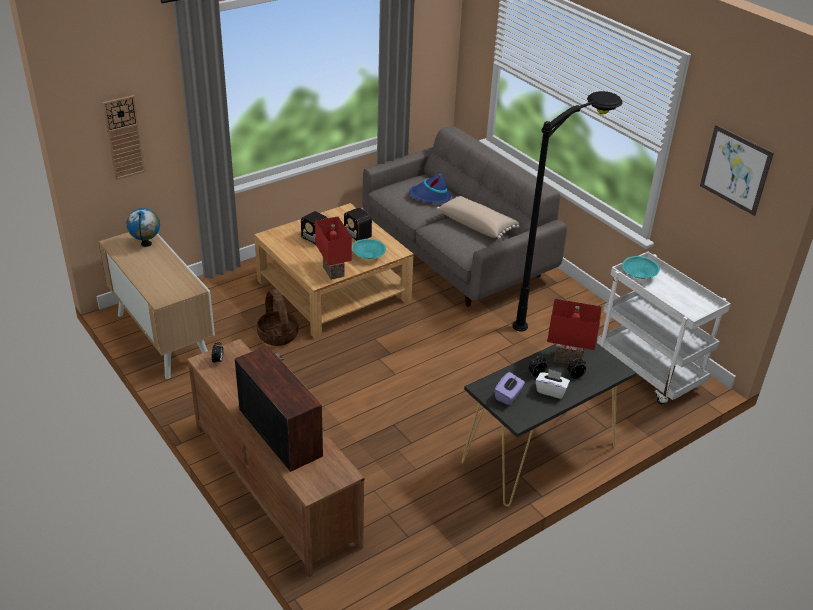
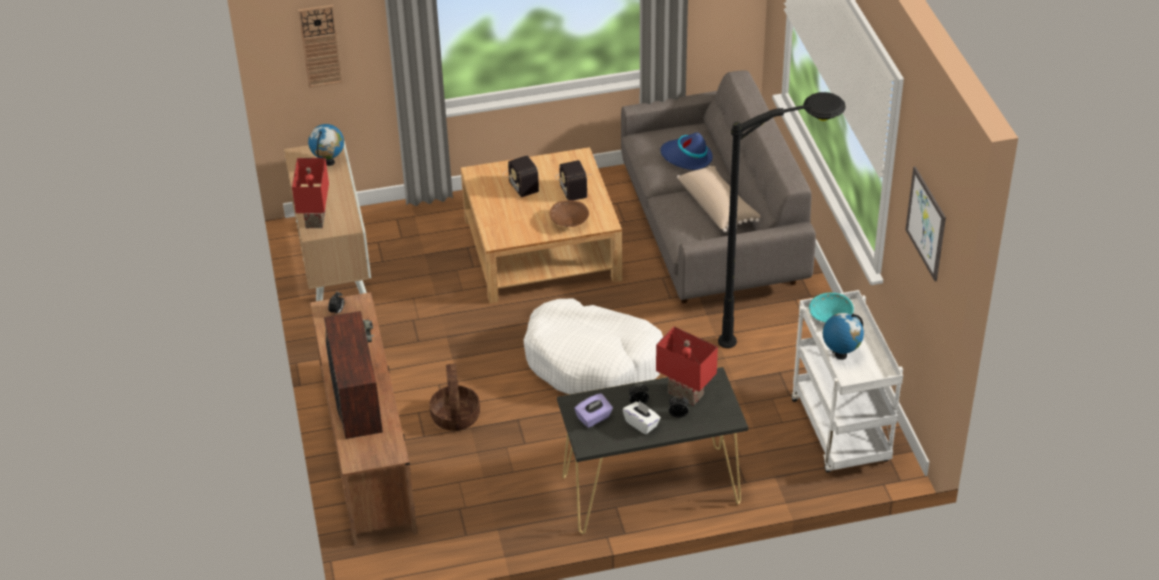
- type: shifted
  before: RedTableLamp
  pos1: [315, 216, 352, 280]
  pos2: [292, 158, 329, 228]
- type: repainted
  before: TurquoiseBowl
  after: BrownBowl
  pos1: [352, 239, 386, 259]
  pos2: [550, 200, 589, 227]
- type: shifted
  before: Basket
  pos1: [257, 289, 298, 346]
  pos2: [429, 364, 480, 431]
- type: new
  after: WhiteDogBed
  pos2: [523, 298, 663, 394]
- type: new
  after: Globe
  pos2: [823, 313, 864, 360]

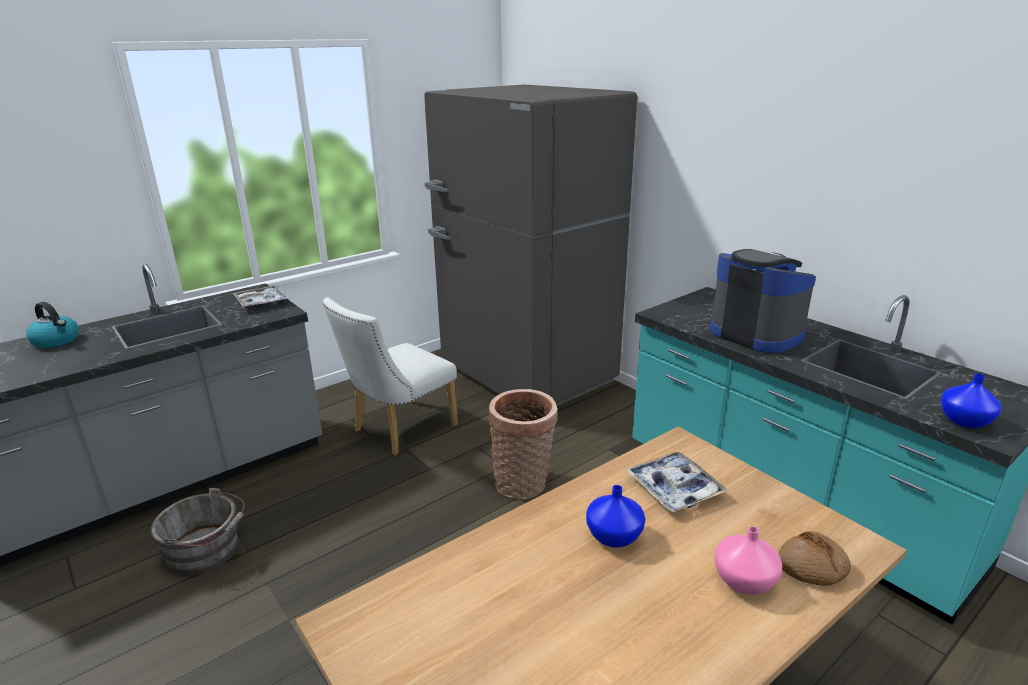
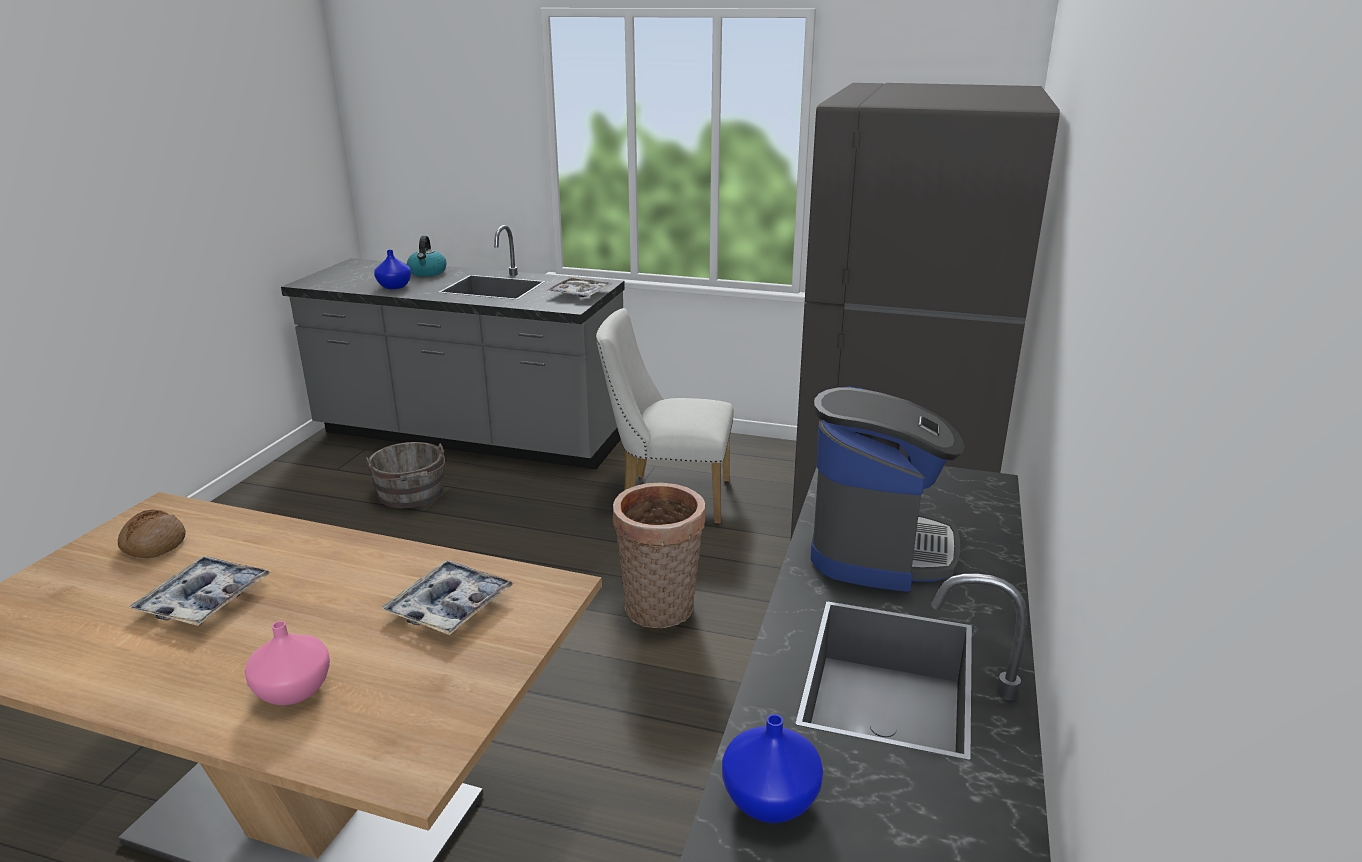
- type: shifted
  before: BlueVase
  pos1: [586, 485, 645, 548]
  pos2: [374, 250, 411, 289]
- type: shifted
  before: Bread
  pos1: [778, 531, 851, 586]
  pos2: [118, 510, 186, 558]
- type: new
  after: Tray
  pos2: [129, 556, 272, 626]

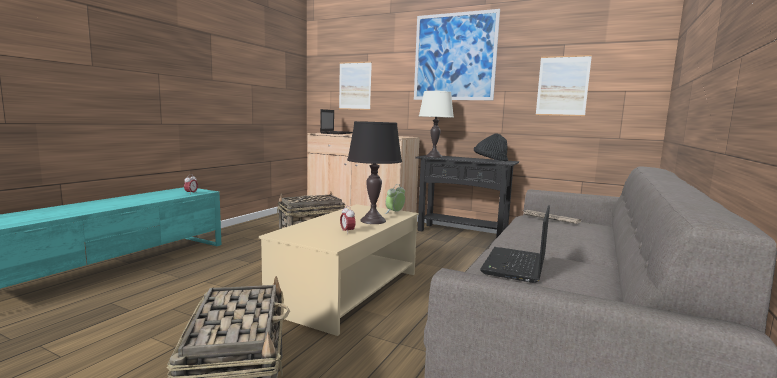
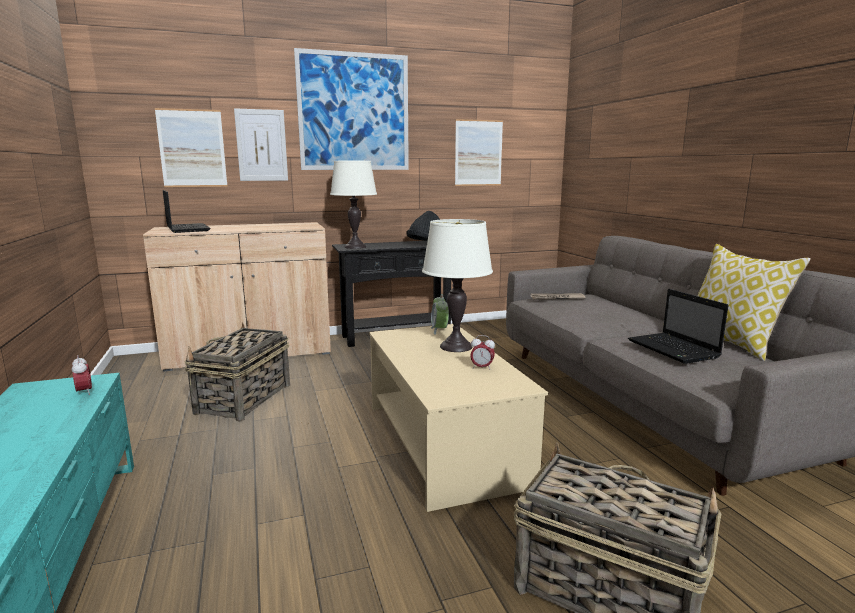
- type: repainted
  before: BlackTableLamp
  after: WhiteTableLamp
  pos1: [347, 121, 402, 224]
  pos2: [422, 219, 493, 352]
- type: new
  after: Picture
  pos2: [234, 108, 288, 181]
- type: new
  after: Pillow
  pos2: [698, 244, 811, 361]

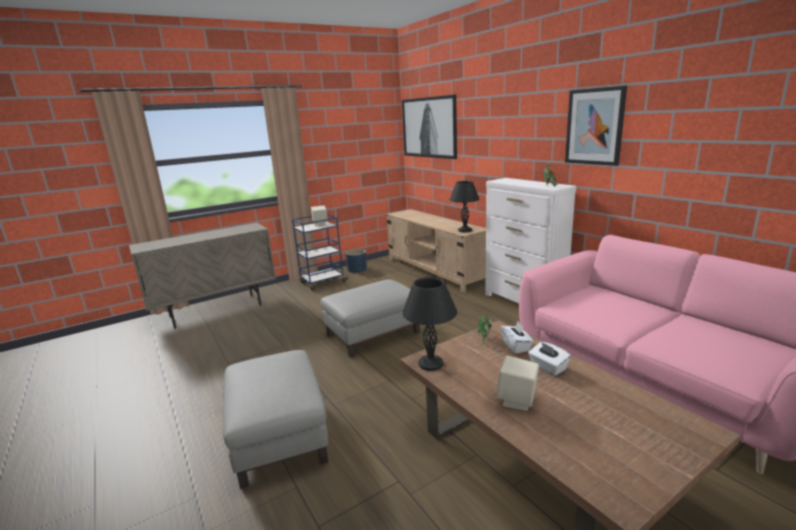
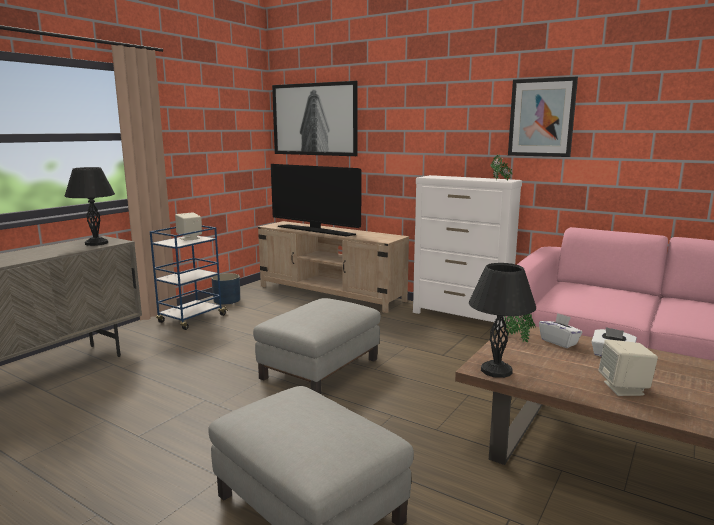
- type: shifted
  before: BlackTableLamp
  pos1: [450, 181, 479, 232]
  pos2: [65, 167, 115, 246]
- type: new
  after: Television
  pos2: [271, 164, 361, 237]

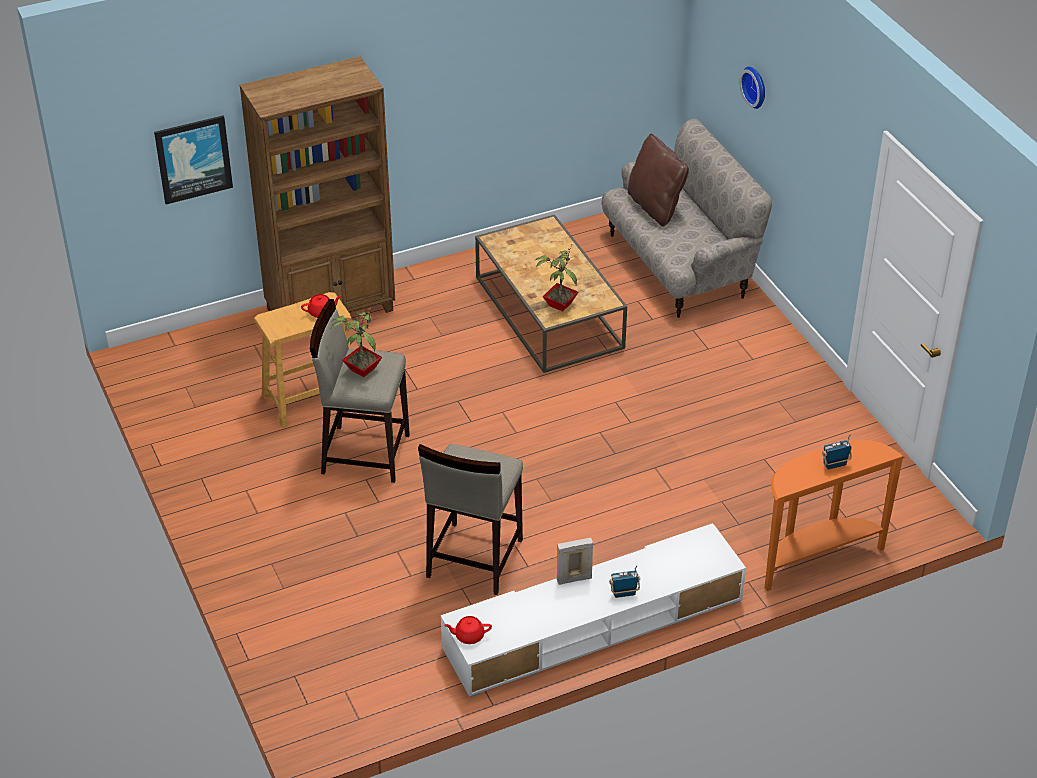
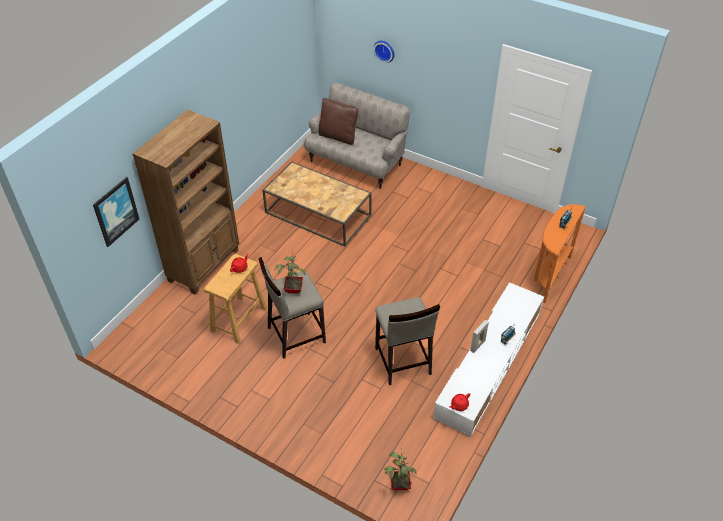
- type: shifted
  before: PottedPlant
  pos1: [535, 245, 579, 312]
  pos2: [385, 448, 417, 490]

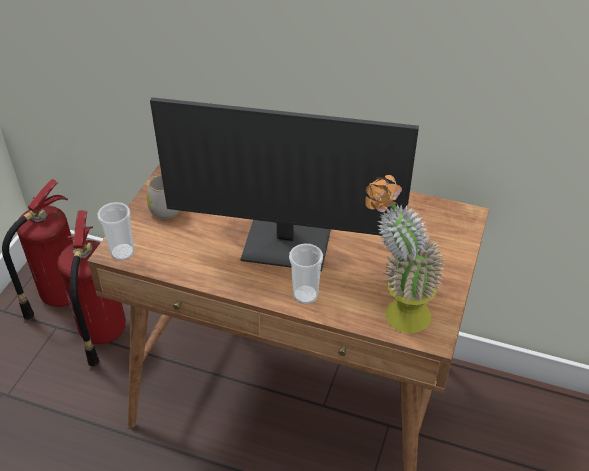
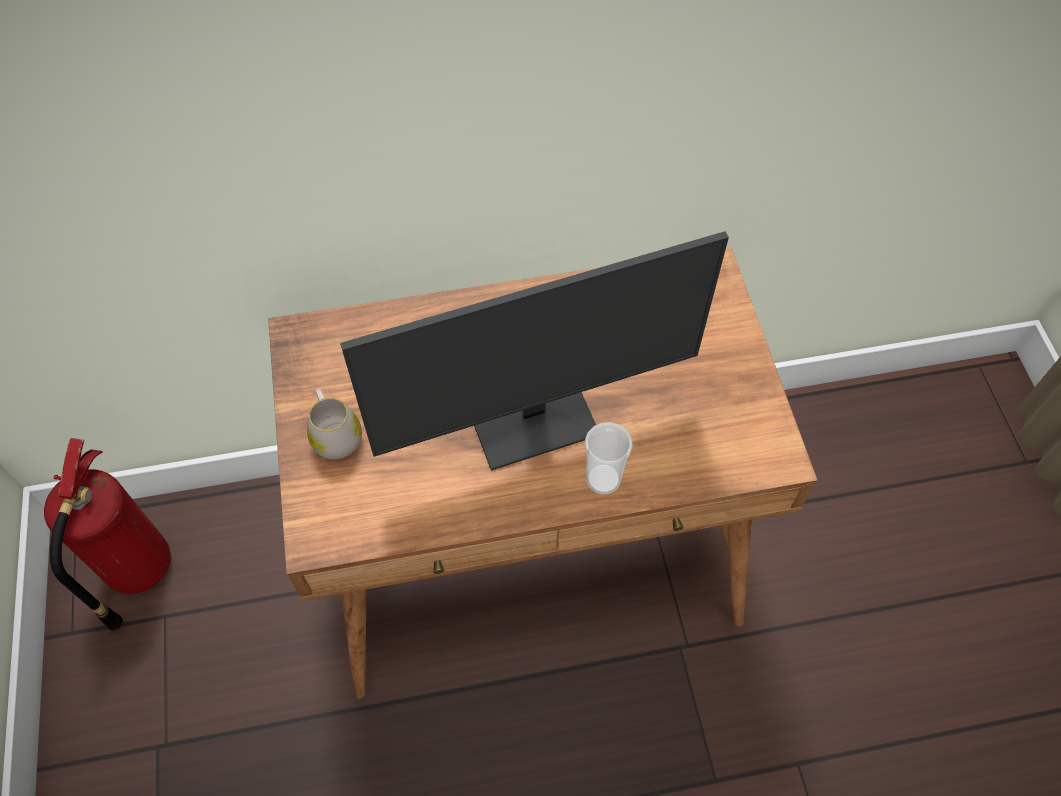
- type: gone
  before: PottedPlant
  pos1: [365, 175, 445, 333]
- type: gone
  before: Cup
  pos1: [98, 202, 135, 261]
- type: gone
  before: FireExtinguisher
  pos1: [58, 211, 126, 367]

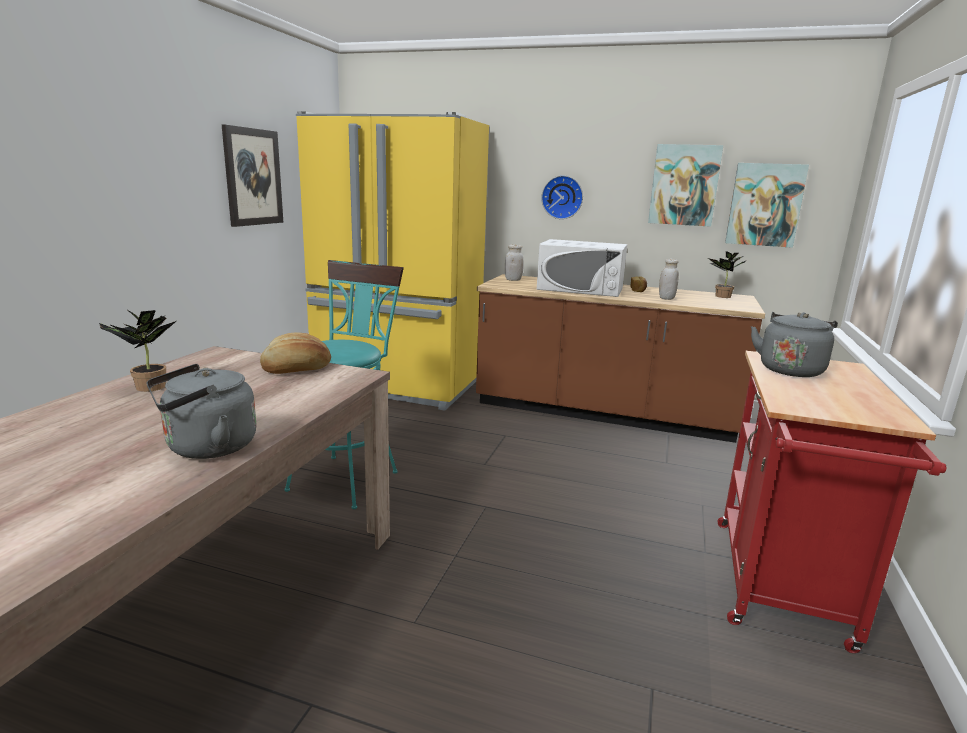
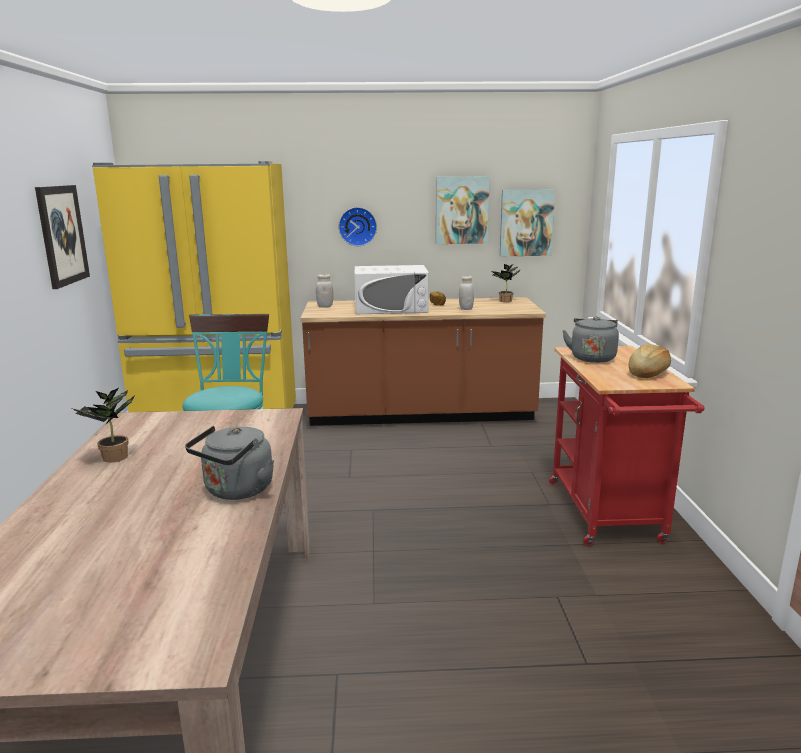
- type: shifted
  before: Bread
  pos1: [260, 333, 331, 374]
  pos2: [628, 344, 671, 378]

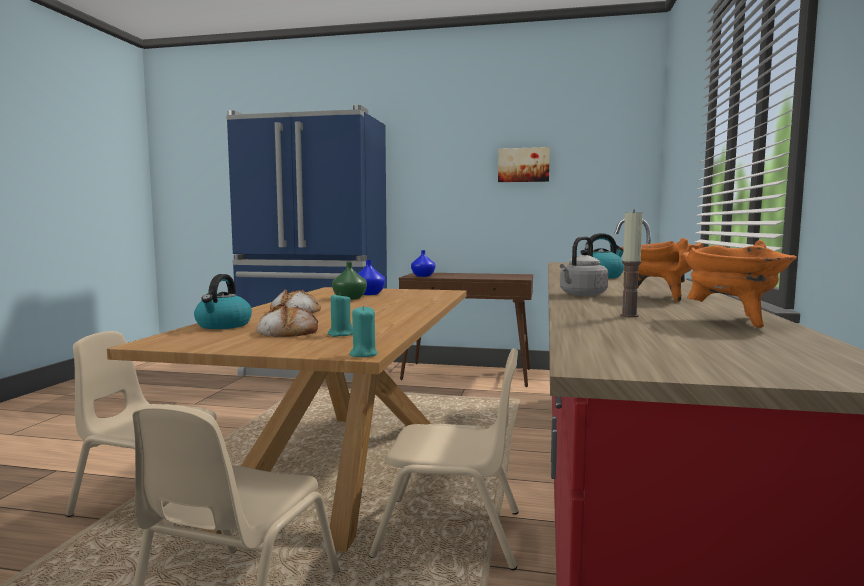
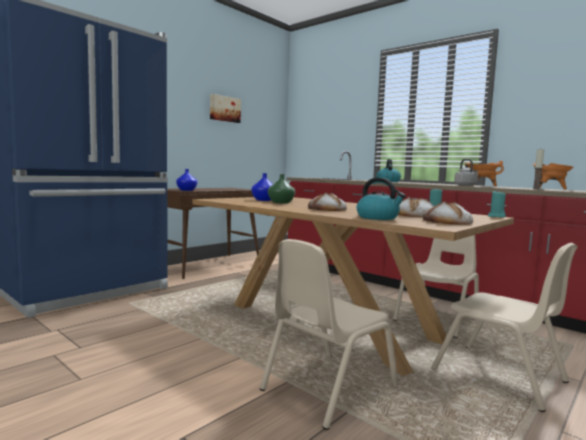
- type: new
  after: Bread
  pos2: [423, 201, 473, 225]

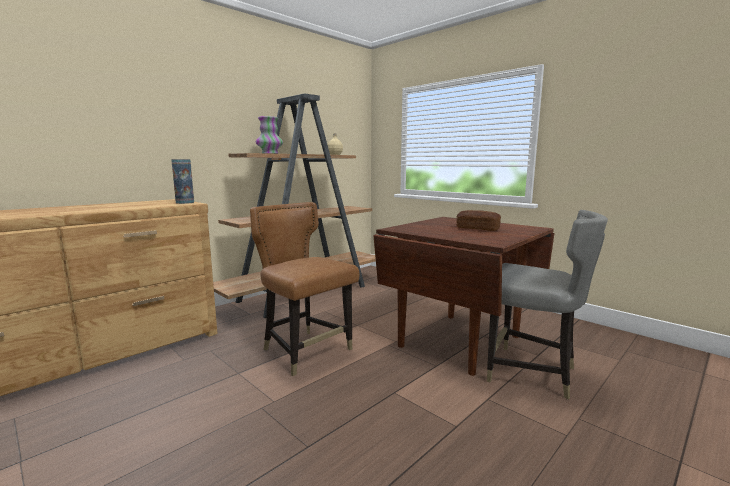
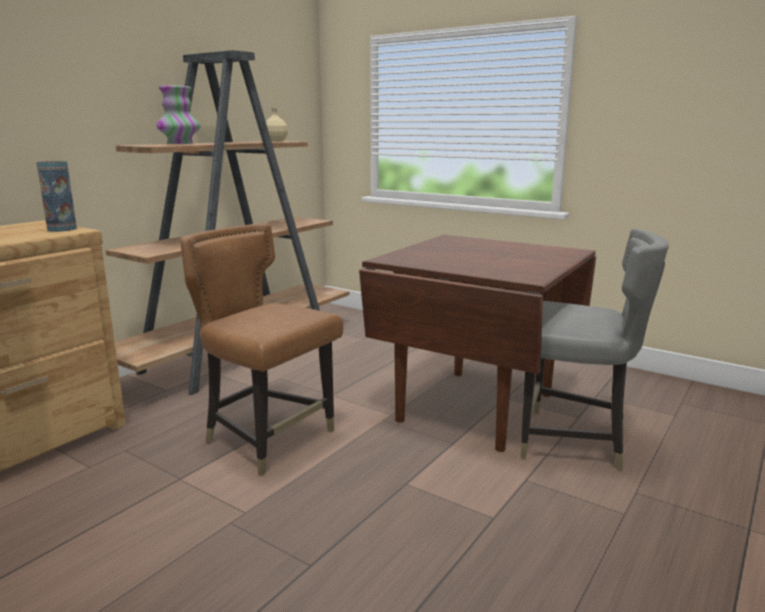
- type: gone
  before: Bread
  pos1: [457, 210, 501, 231]

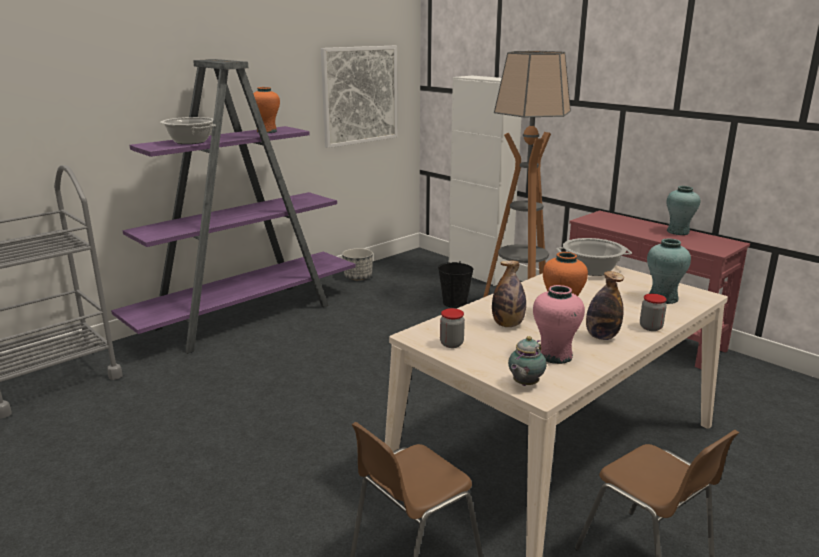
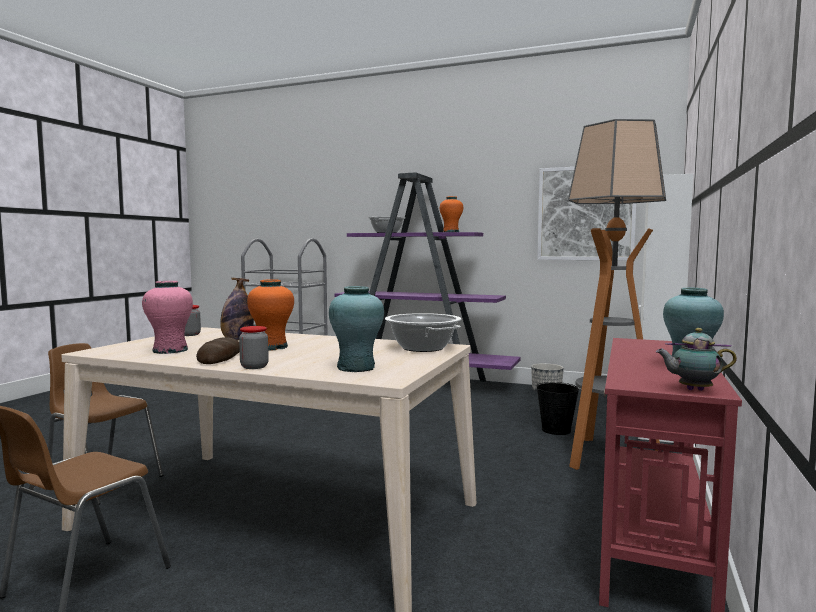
- type: swapped
  before: Bottle
  after: Bread
  pos1: [586, 271, 624, 340]
  pos2: [196, 338, 240, 364]
- type: shifted
  before: Teapot
  pos1: [508, 336, 547, 386]
  pos2: [656, 328, 737, 391]

